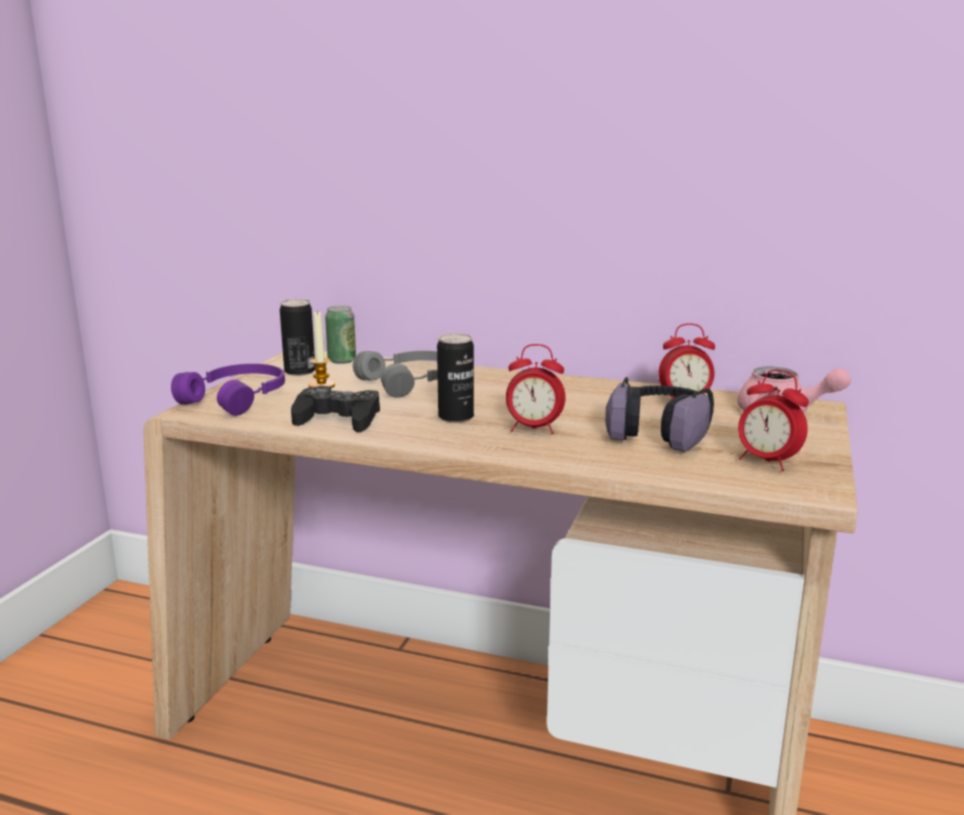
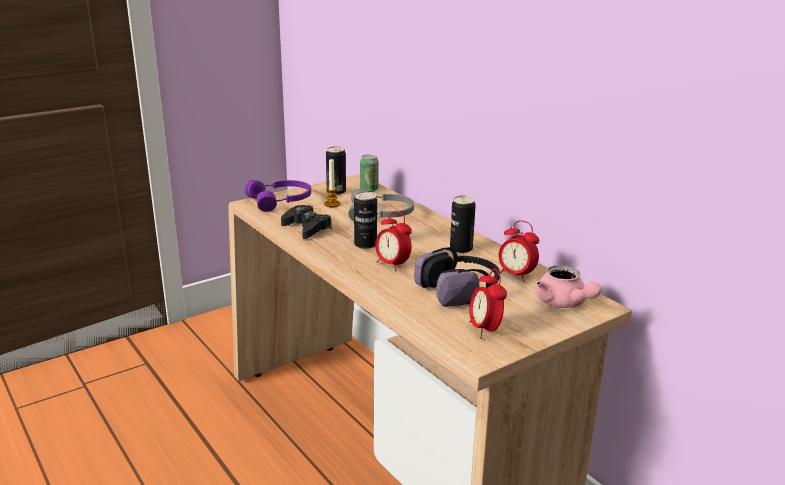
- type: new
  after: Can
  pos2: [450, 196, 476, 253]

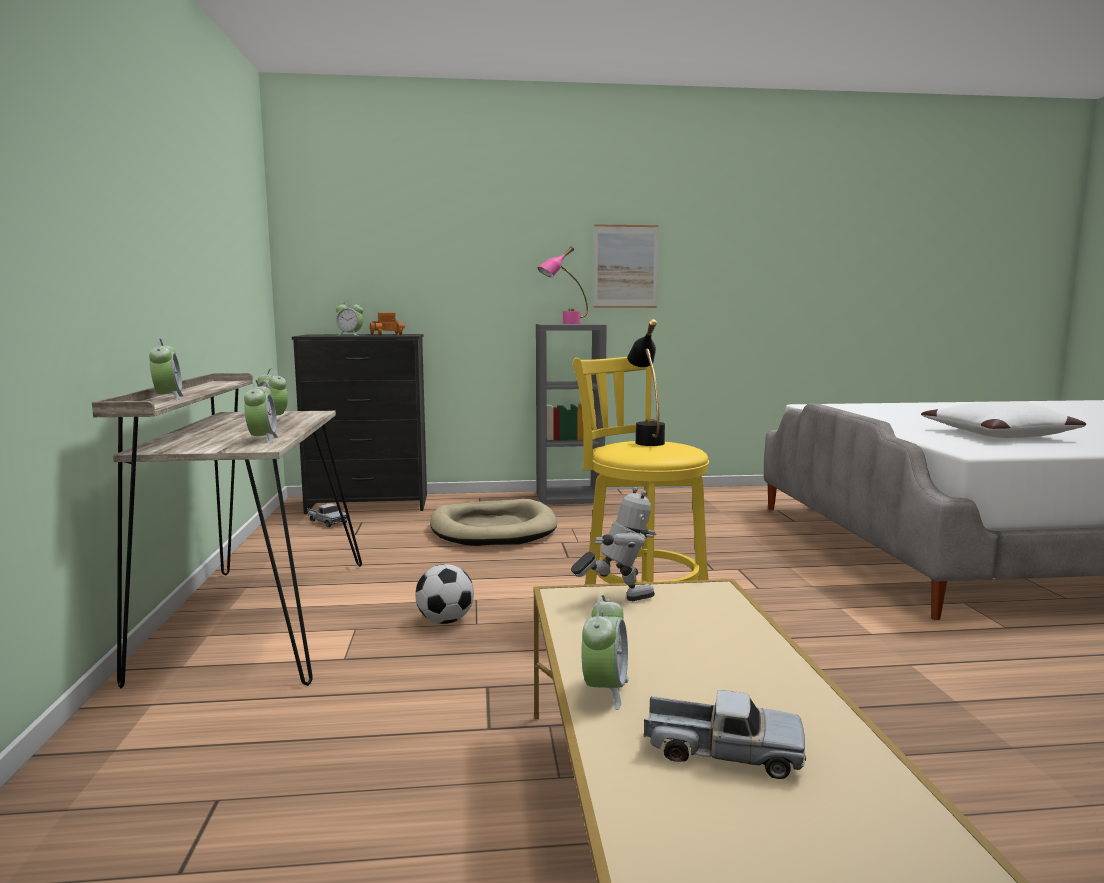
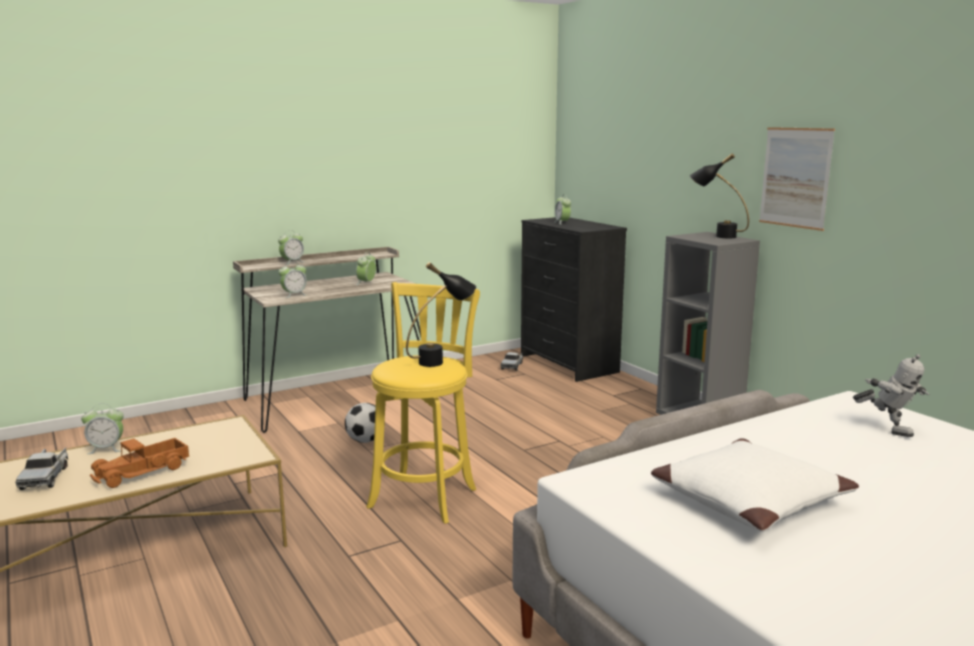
- type: repainted
  before: PinkTableLamp
  after: BlackTableLamp
  pos1: [538, 246, 588, 324]
  pos2: [690, 153, 749, 238]
- type: shifted
  before: ToyTruck
  pos1: [370, 312, 405, 336]
  pos2: [90, 438, 189, 488]
- type: shifted
  before: ToyRobot
  pos1: [571, 486, 656, 601]
  pos2: [853, 354, 929, 437]
- type: gone
  before: BeigeDogBed
  pos1: [430, 499, 557, 546]

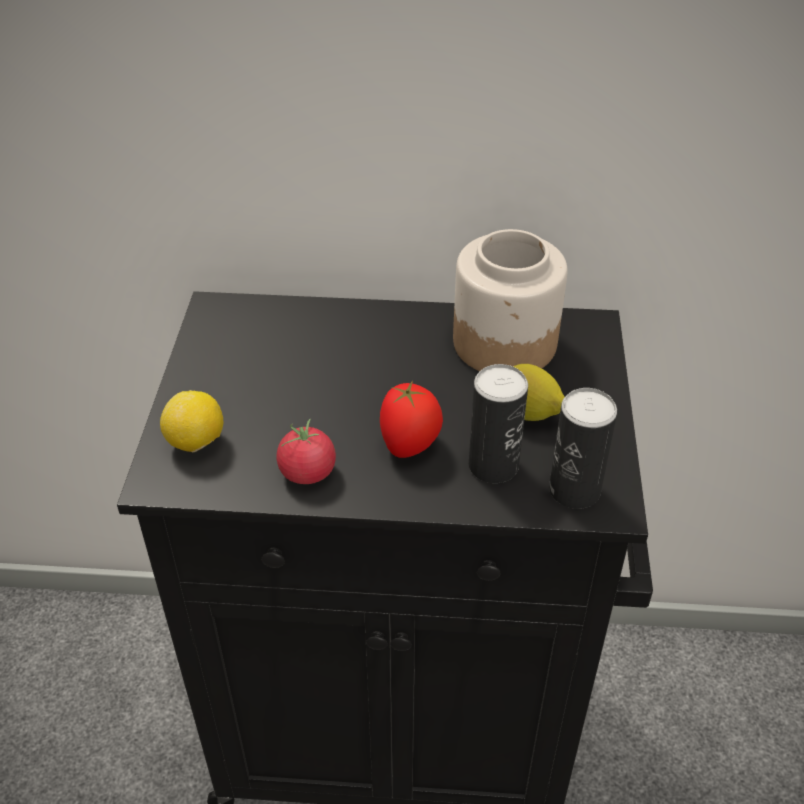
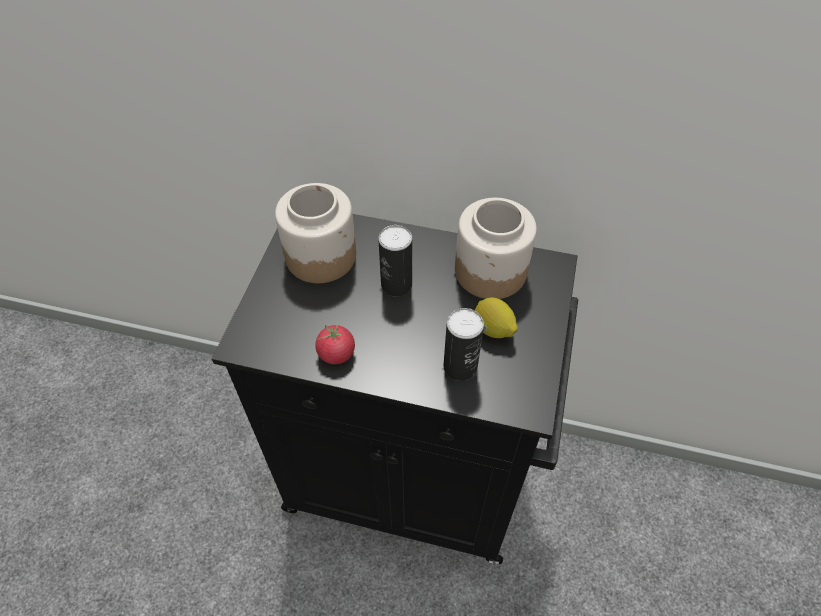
- type: gone
  before: Tomato
  pos1: [380, 380, 443, 458]
- type: shifted
  before: Can
  pos1: [549, 388, 617, 509]
  pos2: [378, 225, 412, 297]
- type: gone
  before: Lemon
  pos1: [160, 390, 223, 452]
- type: new
  after: Jar
  pos2: [275, 183, 356, 283]

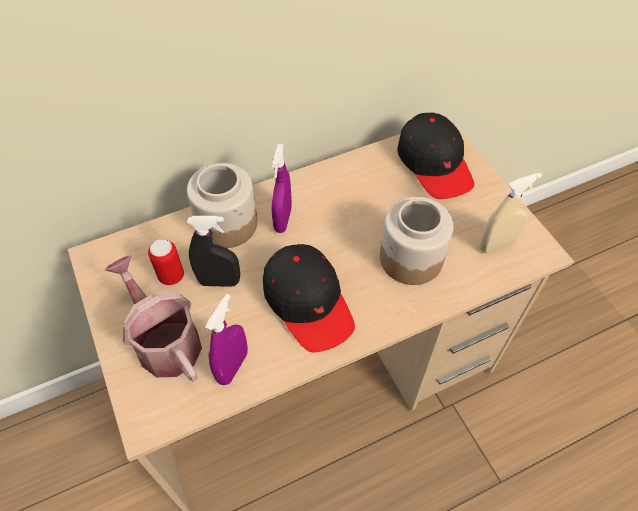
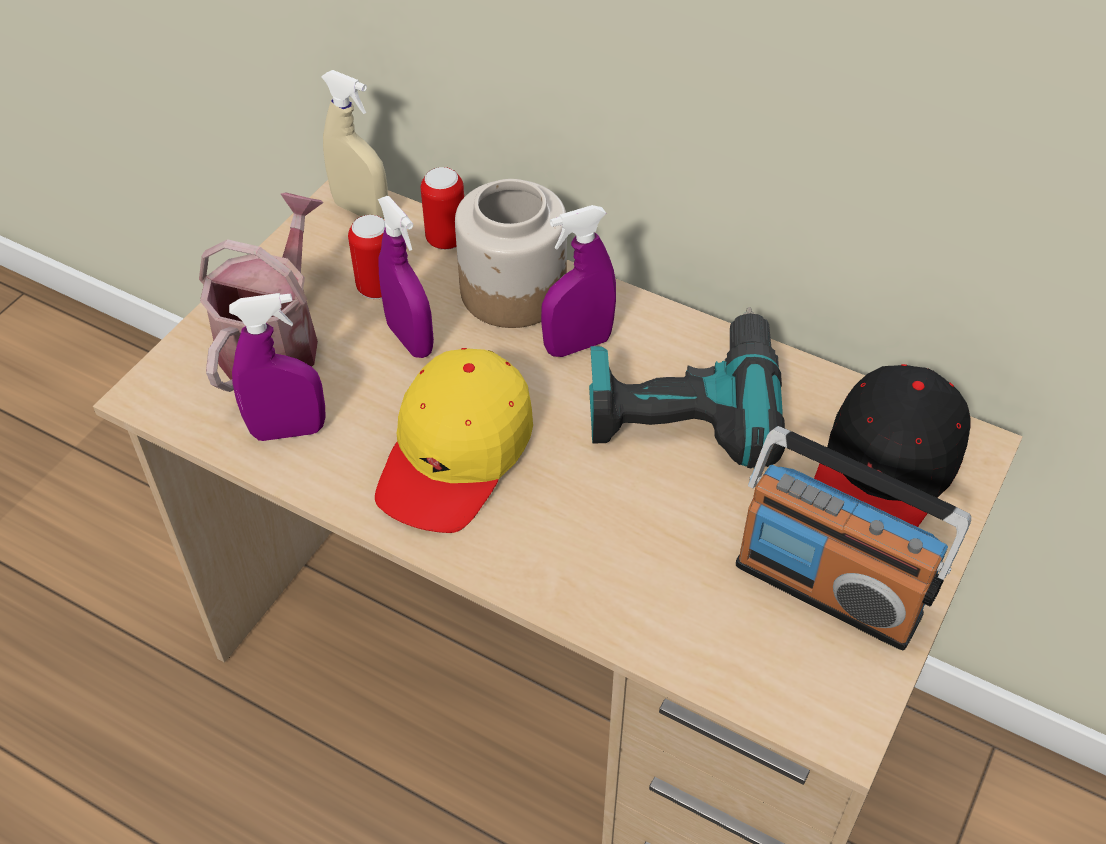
- type: shifted
  before: BeigeSprayBottle
  pos1: [479, 173, 542, 253]
  pos2: [321, 70, 388, 219]
- type: gone
  before: Jar
  pos1: [380, 197, 454, 285]
- type: repainted
  before: BlackSprayBottle
  after: PurpleSprayBottle
  pos1: [187, 216, 240, 287]
  pos2: [378, 196, 434, 358]
- type: repainted
  before: BlackCap
  after: YellowCap
  pos1: [263, 244, 355, 352]
  pos2: [375, 348, 533, 533]
- type: new
  after: Can
  pos2: [421, 167, 464, 250]
- type: new
  after: PowerDrill
  pos2: [589, 307, 785, 469]
- type: new
  after: Radio
  pos2: [736, 426, 971, 650]

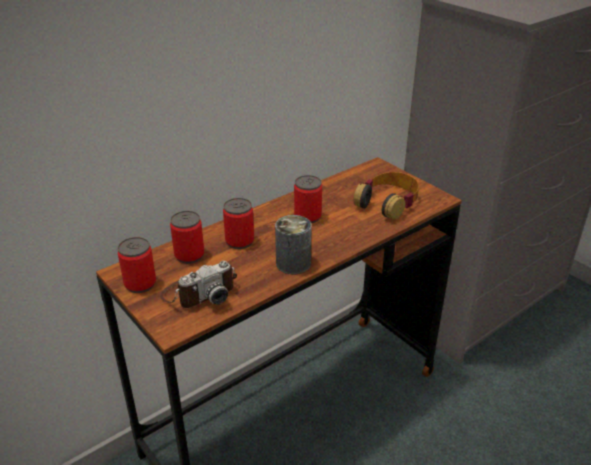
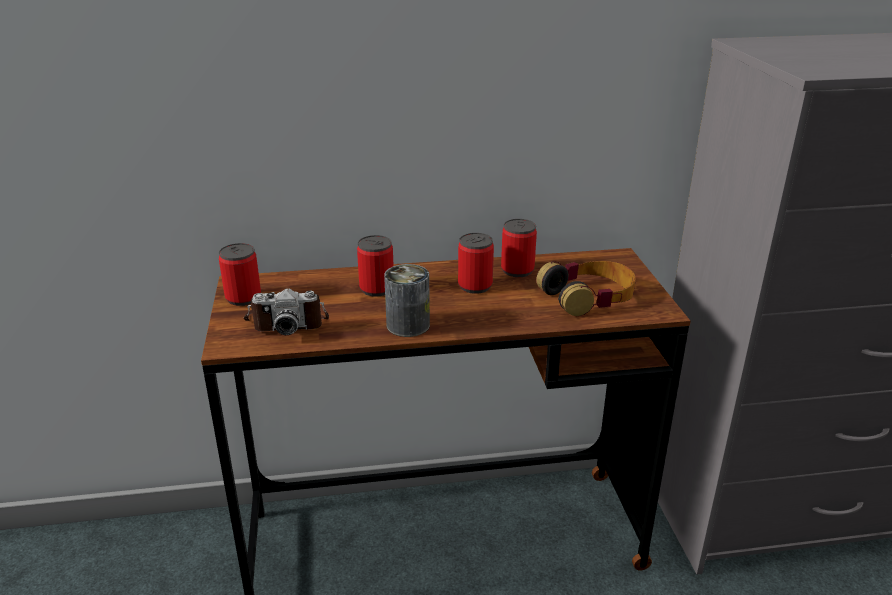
- type: shifted
  before: Can
  pos1: [170, 211, 204, 264]
  pos2: [501, 219, 537, 277]

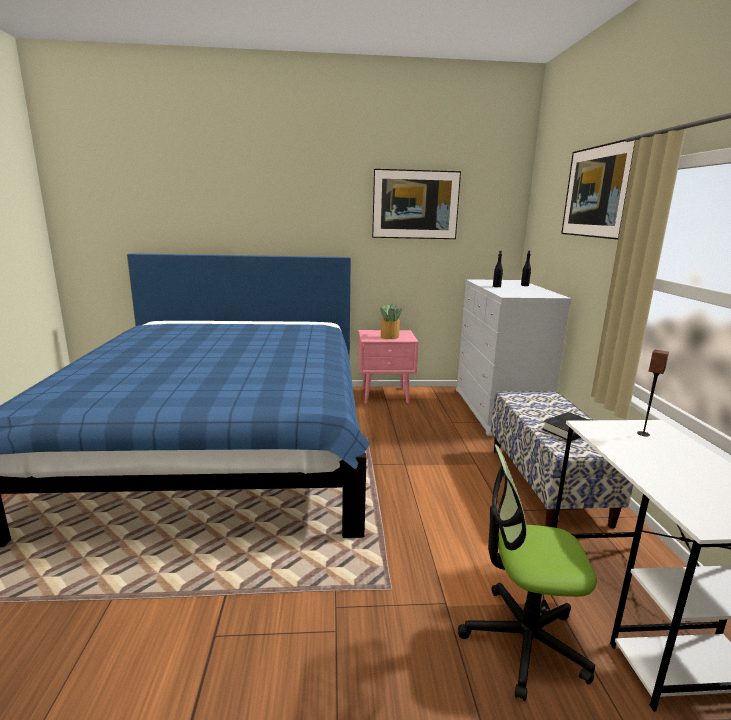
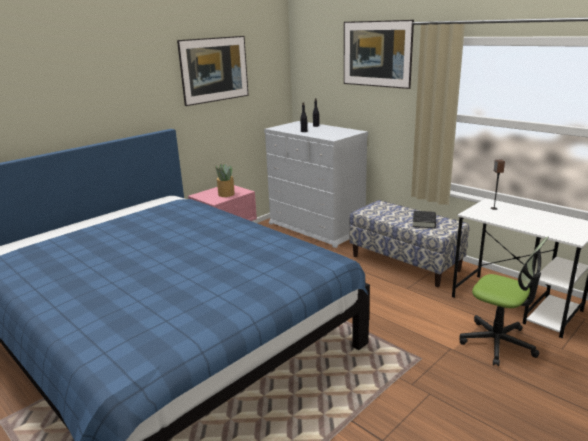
- type: rotated
  before: OfficeChair
  pos1: [458, 444, 597, 701]
  pos2: [459, 237, 549, 366]
  turn: -105

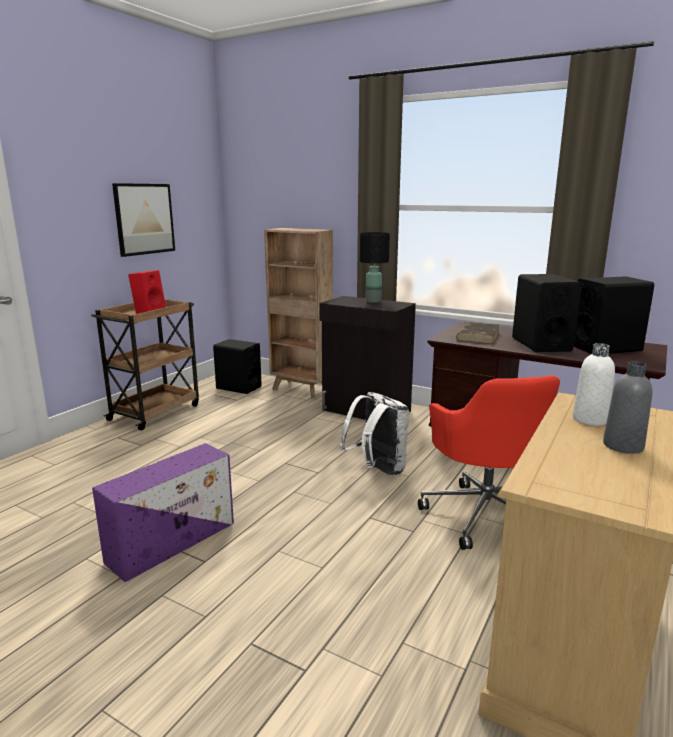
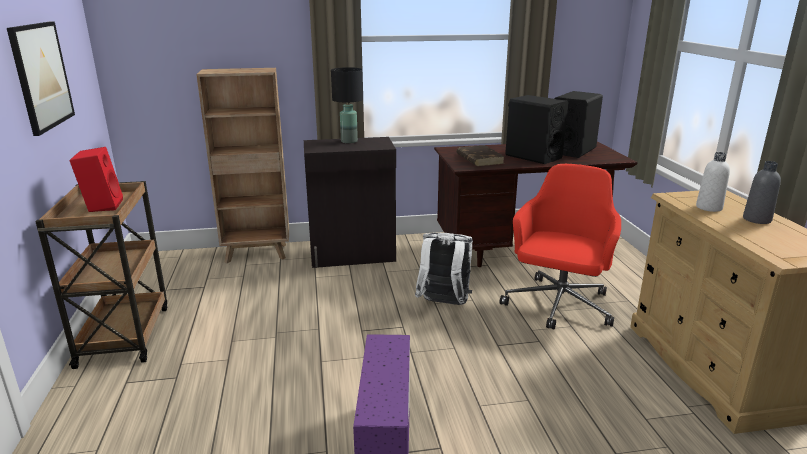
- type: gone
  before: BlackSpeaker
  pos1: [213, 339, 262, 394]
- type: rotated
  before: RedOfficeChair
  pos1: [418, 375, 560, 550]
  pos2: [500, 164, 621, 329]
  turn: -105

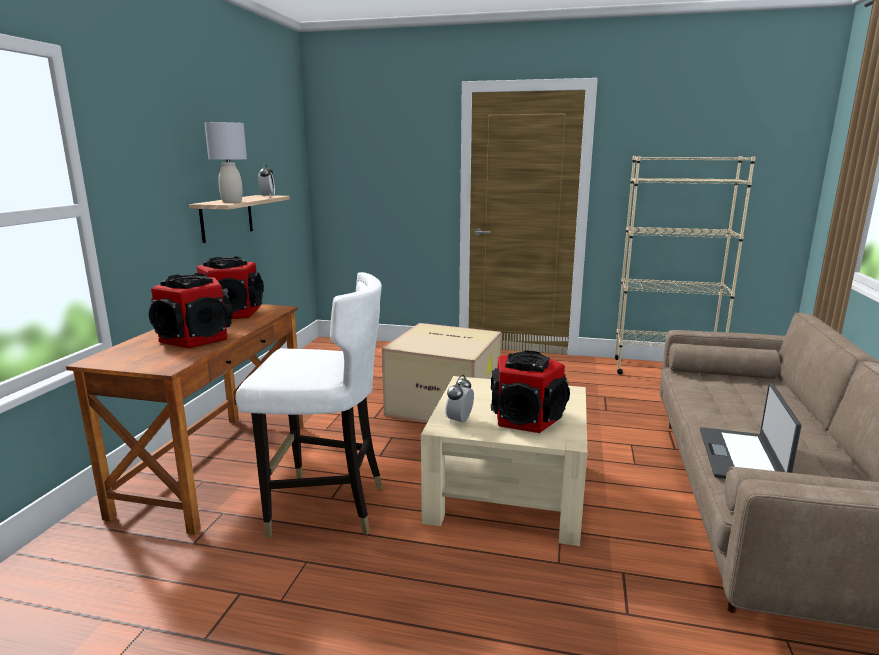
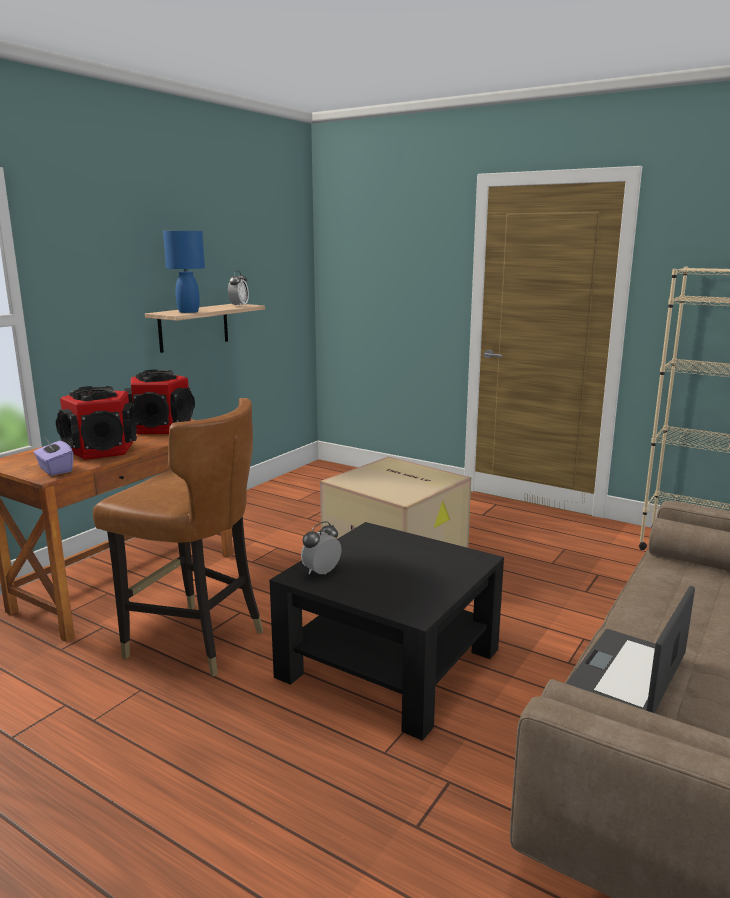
- type: repainted
  before: GreyTableLamp
  after: BlueTableLamp
  pos1: [204, 122, 247, 203]
  pos2: [163, 231, 205, 313]
- type: repainted
  before: WhiteChair
  after: BrownChair
  pos1: [236, 272, 383, 538]
  pos2: [93, 398, 263, 677]
- type: gone
  before: Speaker
  pos1: [491, 351, 570, 433]
- type: repainted
  before: BeigeCoffeeTable
  after: BlackCoffeeTable
  pos1: [421, 376, 587, 546]
  pos2: [269, 522, 504, 741]
- type: new
  after: PurpleTissueBox
  pos2: [33, 438, 73, 476]

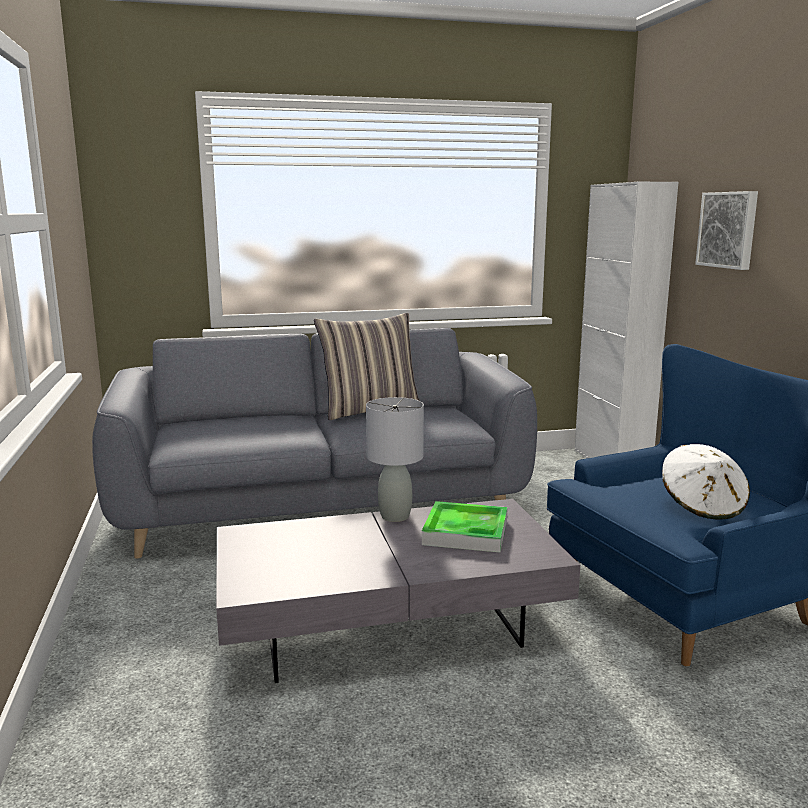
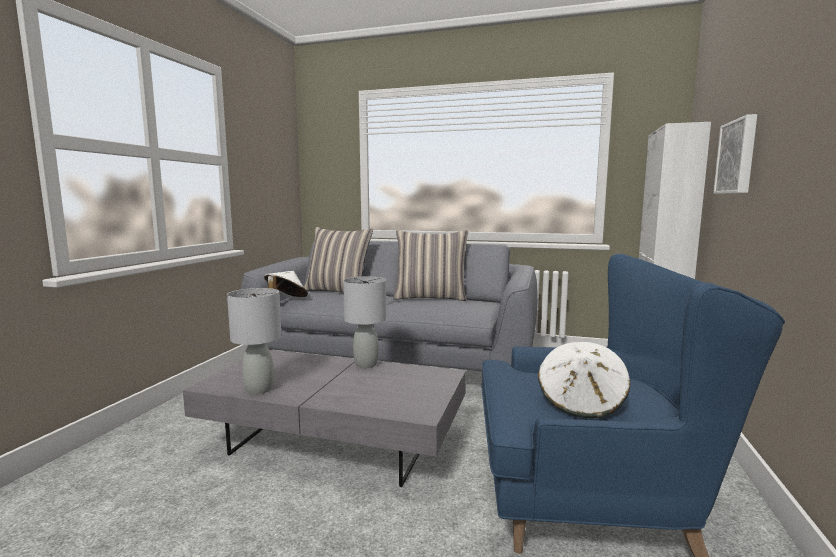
- type: gone
  before: Tray
  pos1: [422, 501, 508, 553]
- type: new
  after: Pillow
  pos2: [304, 227, 373, 292]
- type: new
  after: WhiteHat
  pos2: [264, 271, 308, 297]
- type: new
  after: GreyTableLamp
  pos2: [227, 288, 281, 394]

